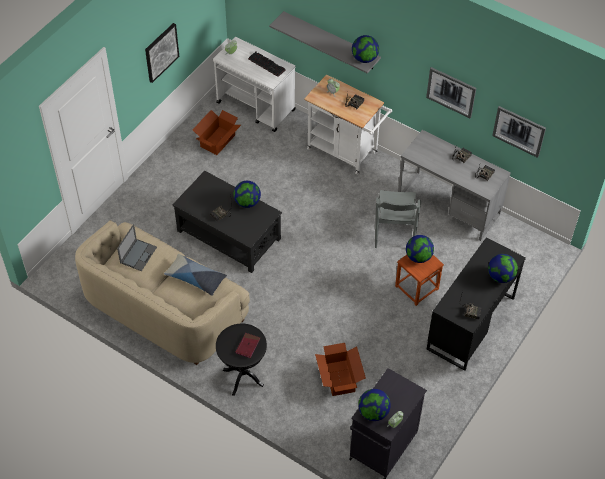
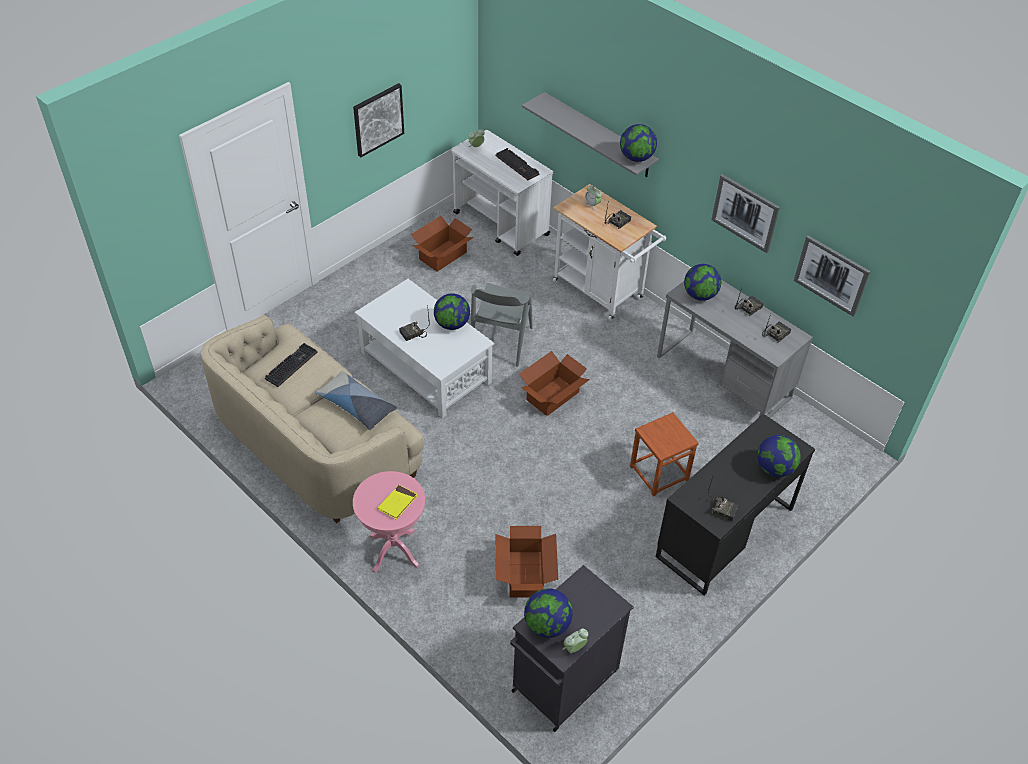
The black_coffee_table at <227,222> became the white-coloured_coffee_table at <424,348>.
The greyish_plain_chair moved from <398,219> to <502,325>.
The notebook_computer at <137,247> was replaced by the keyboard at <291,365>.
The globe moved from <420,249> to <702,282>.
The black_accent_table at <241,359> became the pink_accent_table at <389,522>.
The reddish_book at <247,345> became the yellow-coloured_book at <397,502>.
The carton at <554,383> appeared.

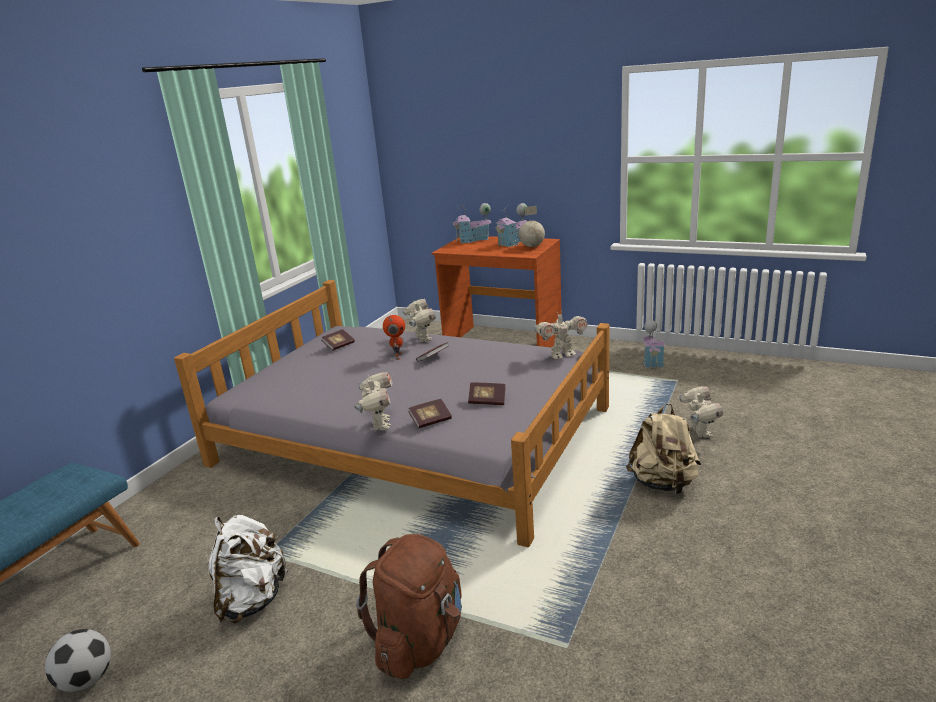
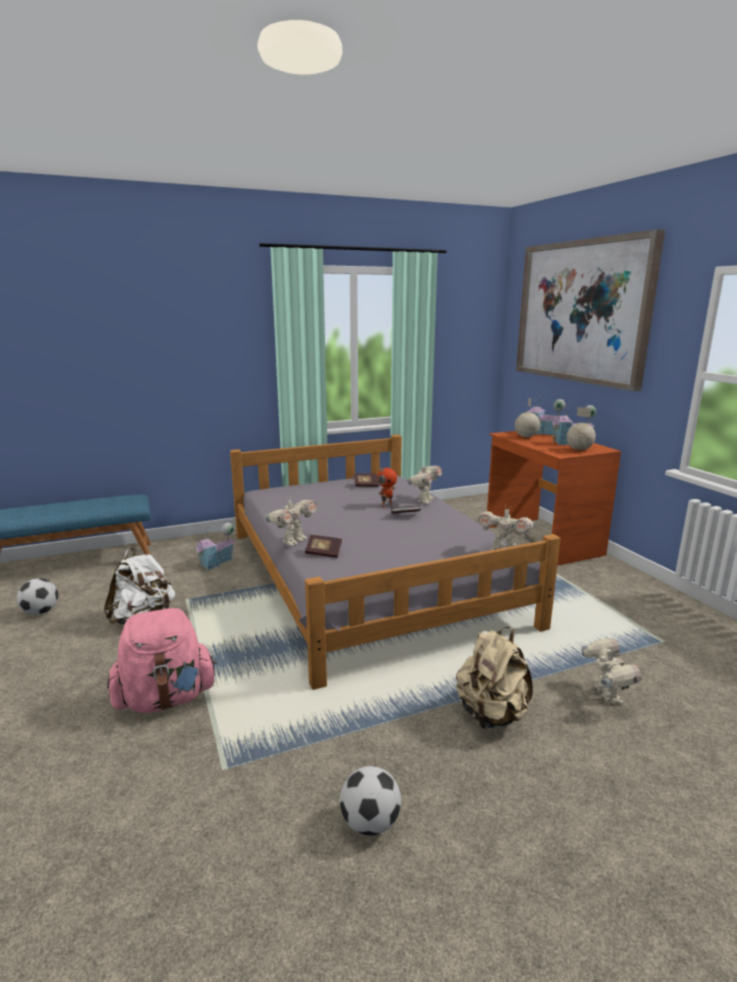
The toy_house moved from <654,345> to <214,546>.
The book at <487,393> disappeared.
The robot_figure at <701,412> turned 45 degrees counterclockwise.
The brownish_rucksack at <409,606> became the pink_rucksack at <162,660>.
The wall_picture at <590,310> appeared.
The globe at <528,417> appeared.
The football at <370,801> appeared.

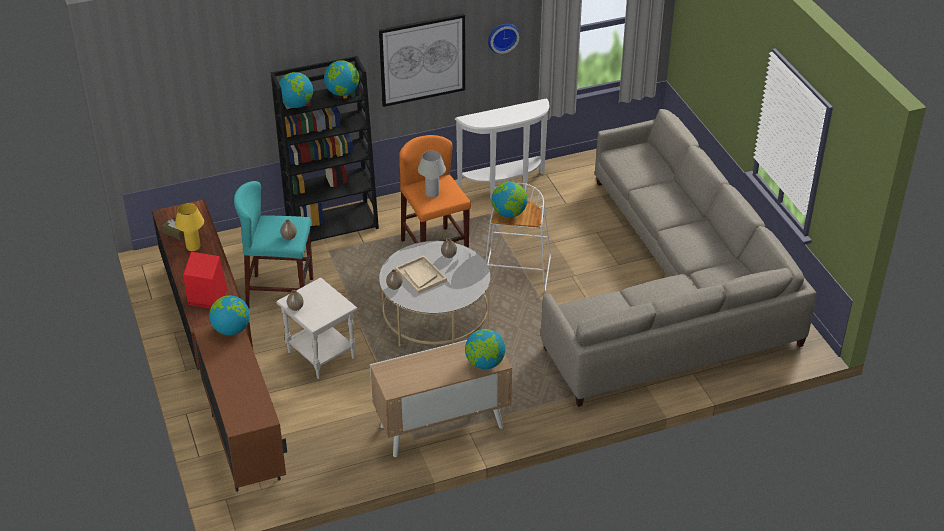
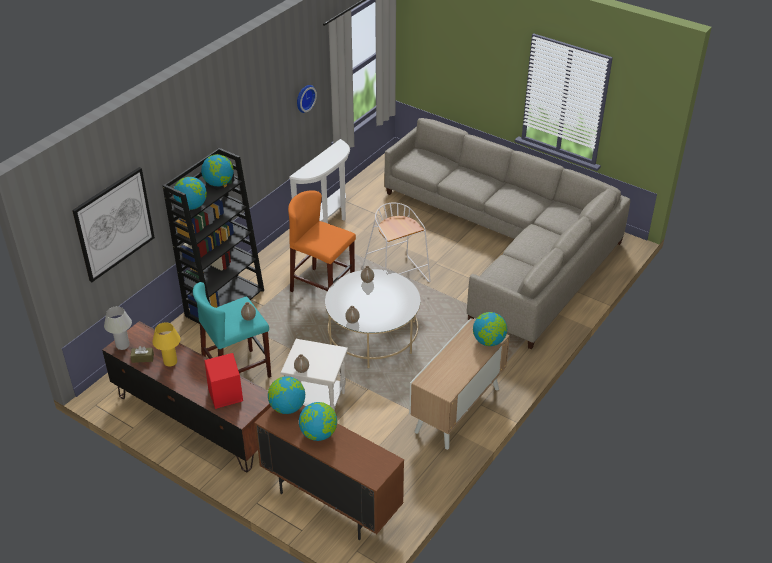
The wall_picture moved from <422,60> to <113,224>.
The white-coloured_tabletop_lamp moved from <432,174> to <118,328>.
The globe moved from <509,200> to <318,421>.
The beige_serving_tray at <421,274> disappeared.

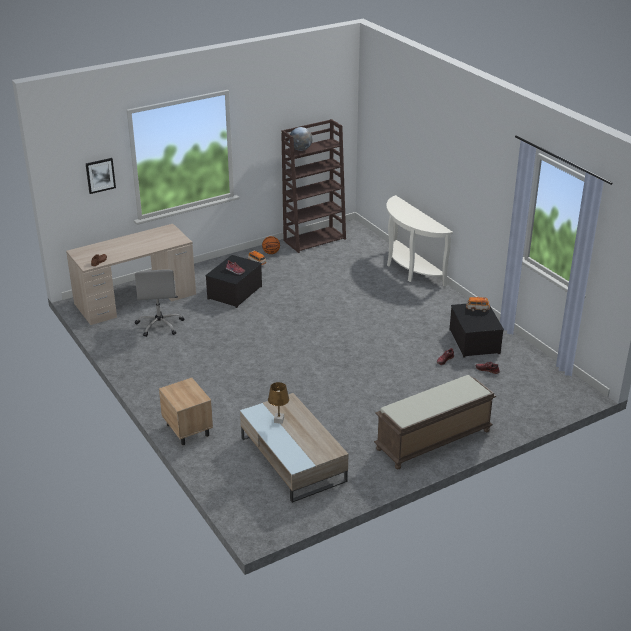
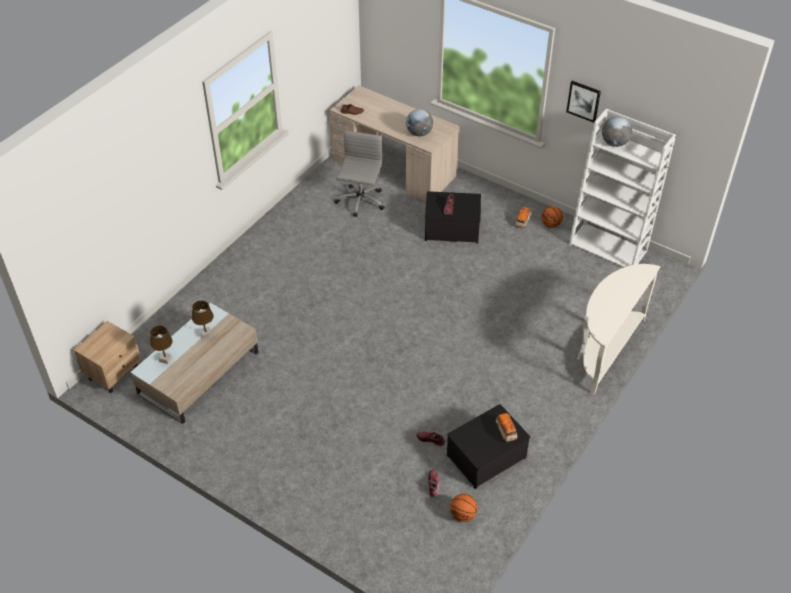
The brownish_bookcase at <313,186> became the white-coloured_bookcase at <622,188>.
The wall_picture moved from <101,176> to <583,102>.
The greyish_desk_chair at <159,303> turned 135 degrees clockwise.
The brownish_indoor_bench at <435,422> disappeared.
The beige_bedside_table moved from <186,411> to <107,357>.
The globe at <419,122> appeared.
The brownish_tabletop_lamp at <161,345> appeared.
The basketball at <463,508> appeared.

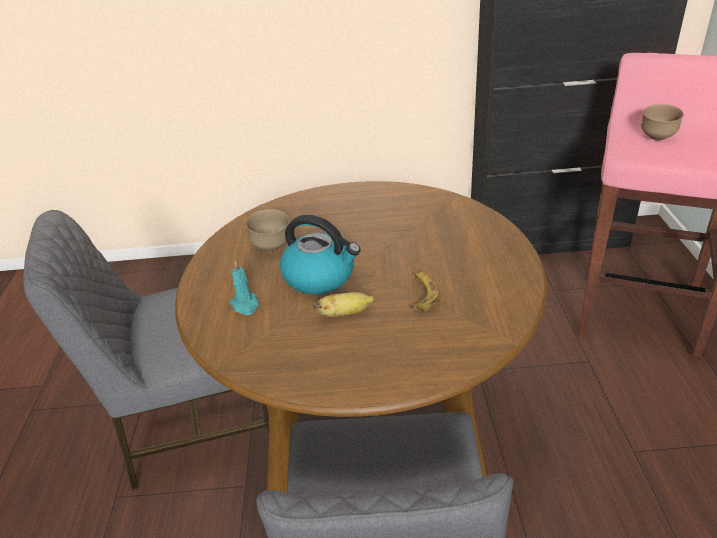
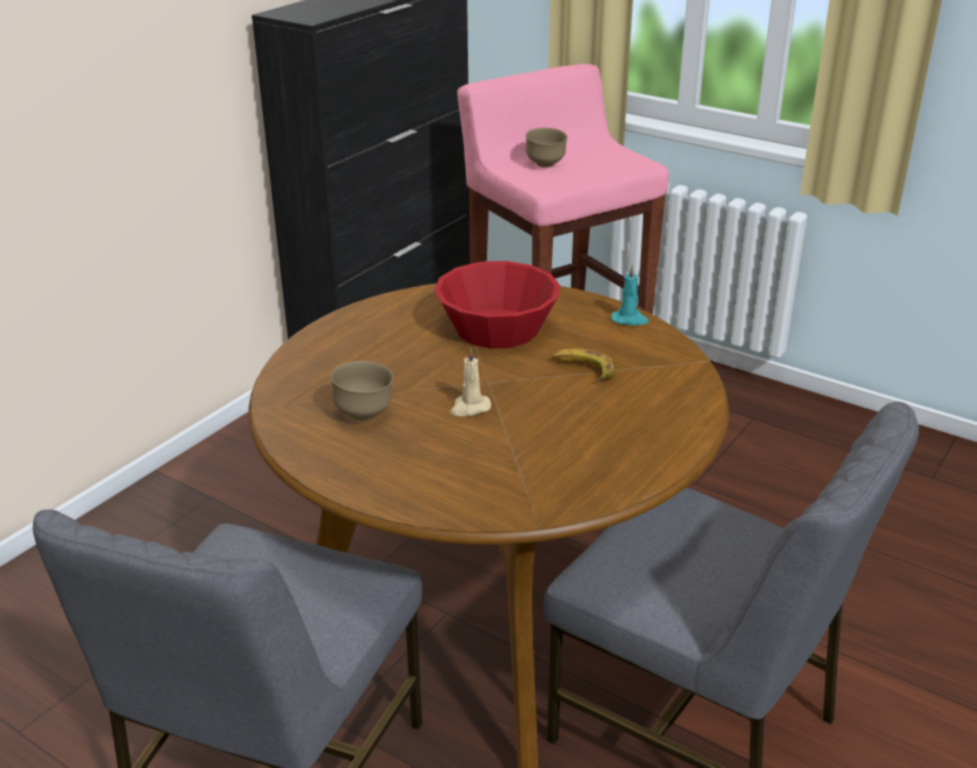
The kettle at <320,254> was replaced by the beige_wax_candle at <470,381>.
The turquoise_wax_candle moved from <244,288> to <630,295>.
The banana_fruit at <344,304> disappeared.
The reddish_deep_dish at <497,305> appeared.

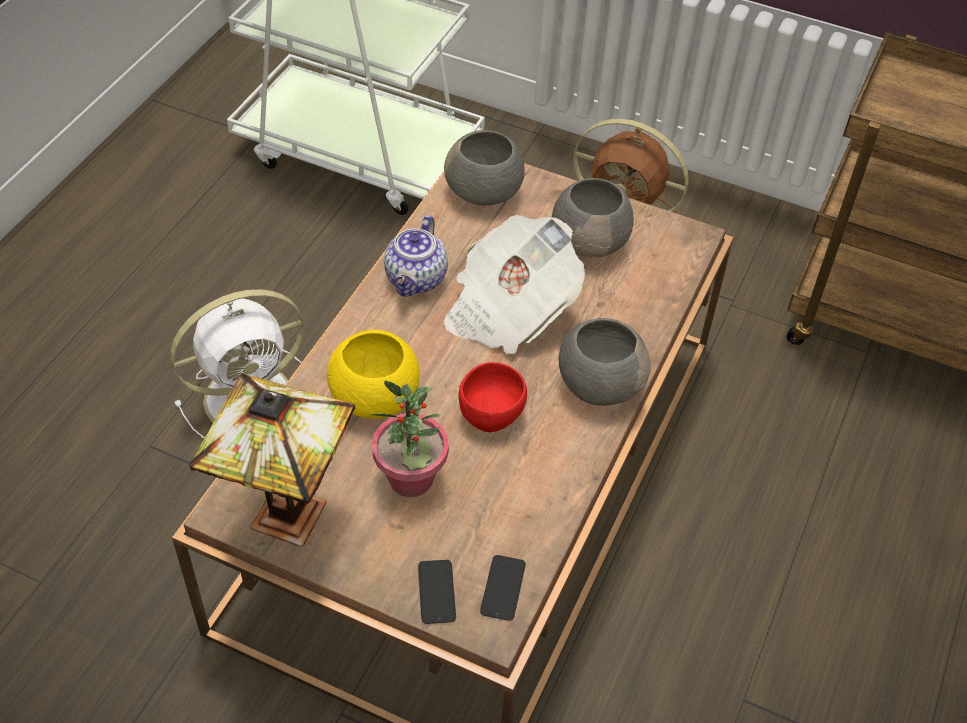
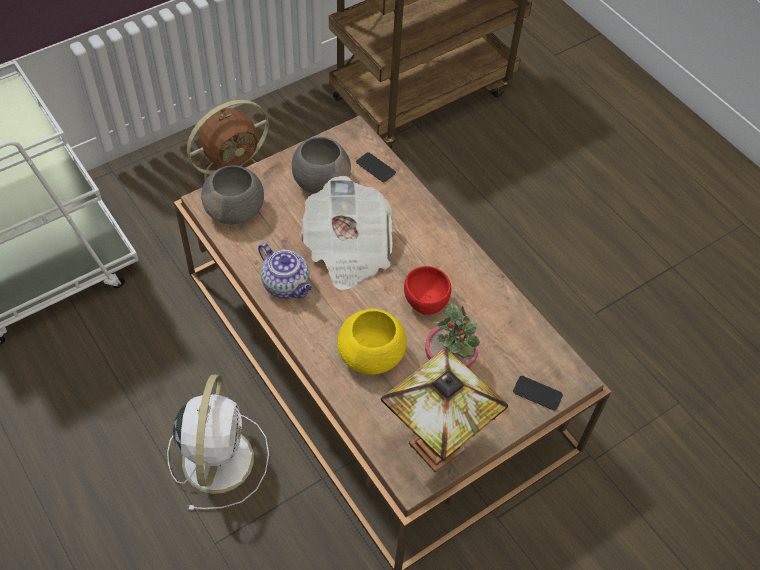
The greyish_deep_dish at <605,362> disappeared.
The phone moved from <503,588> to <376,167>.

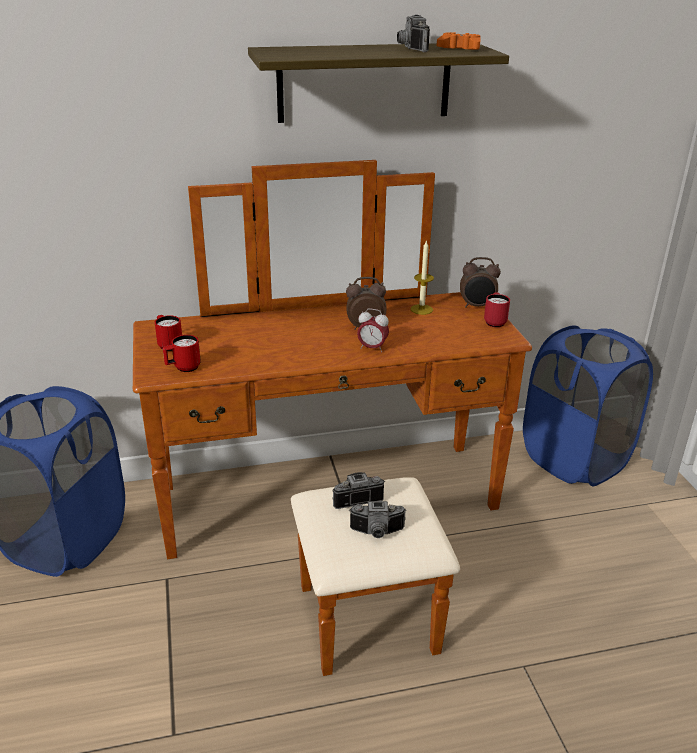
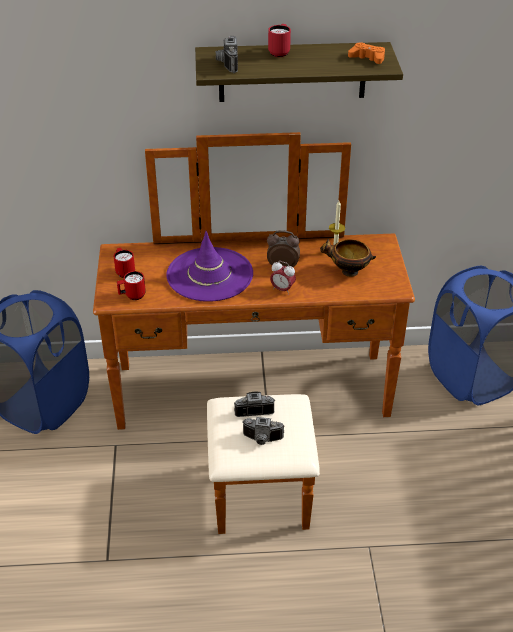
The photo_camera moved from <413,33> to <227,54>.
The alarm_clock at <480,282> disappeared.
The reddish_mug moved from <497,309> to <279,40>.
The purplish_hat at <209,266> appeared.
The deep_dish at <348,258> appeared.

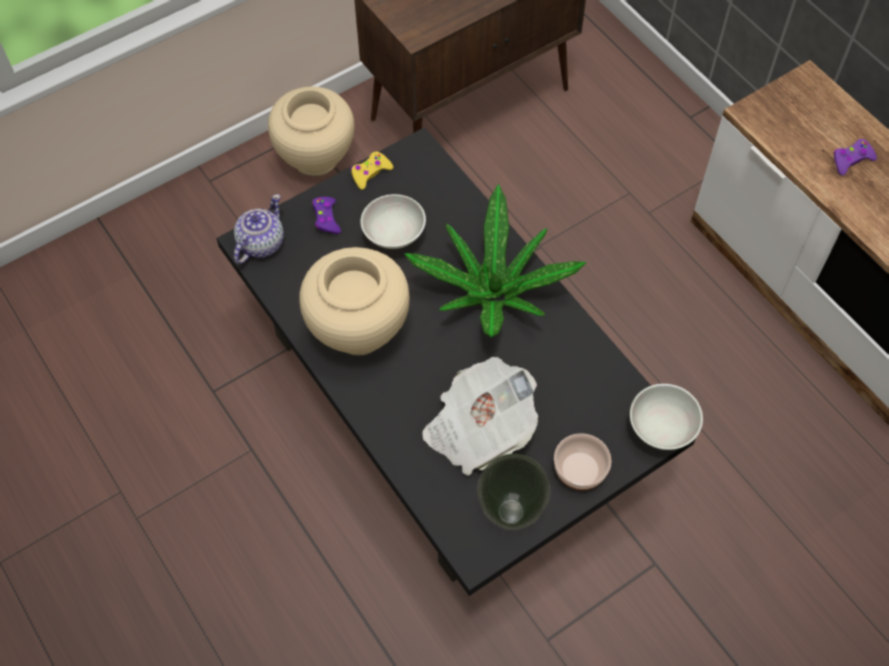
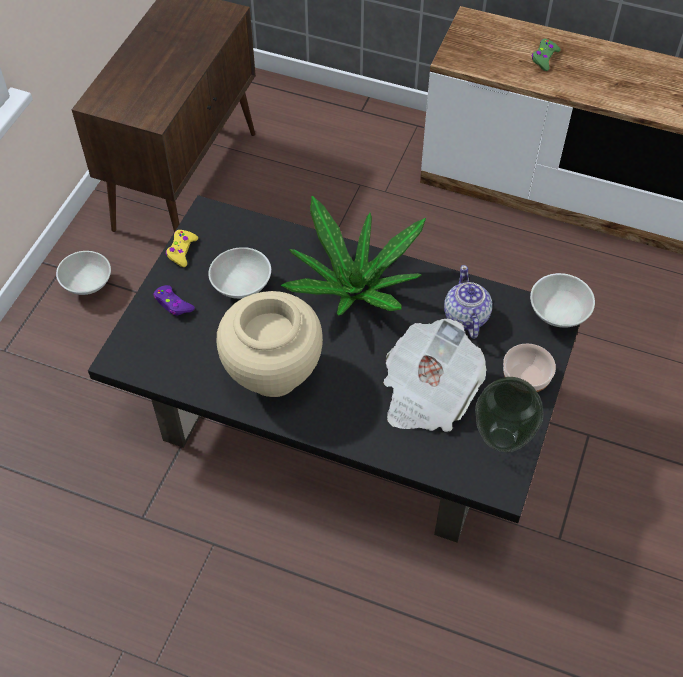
The beige_flower_vase at <311,131> was replaced by the white-coloured_deep_dish at <83,273>.
The purplish_gamepad at <855,157> became the greenish_gamepad at <546,55>.
The tea_pot moved from <259,229> to <468,302>.

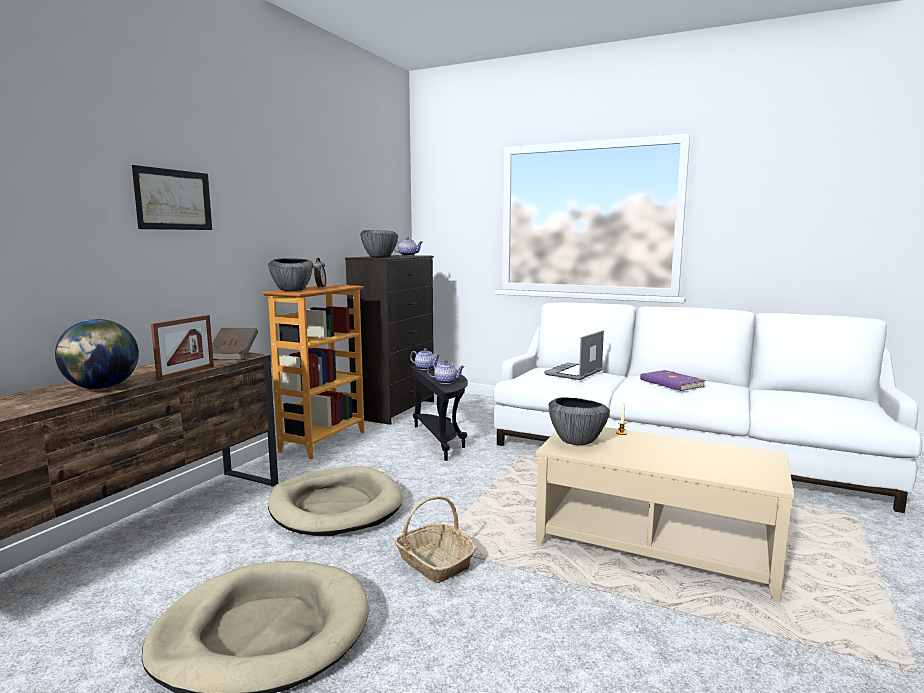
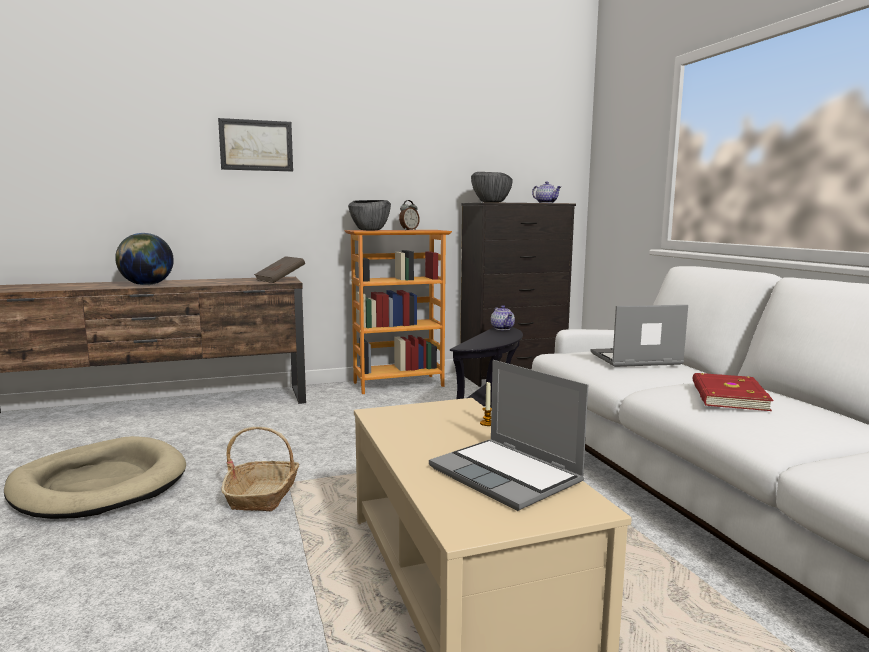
The picture_frame at <182,348> disappeared.
The tea_pot at <446,372> disappeared.
The purplish_book at <673,380> became the reddish_book at <733,392>.
The deep_dish at <579,421> disappeared.
The beige_dog_bed at <335,501> disappeared.
The notebook_computer at <508,435> appeared.

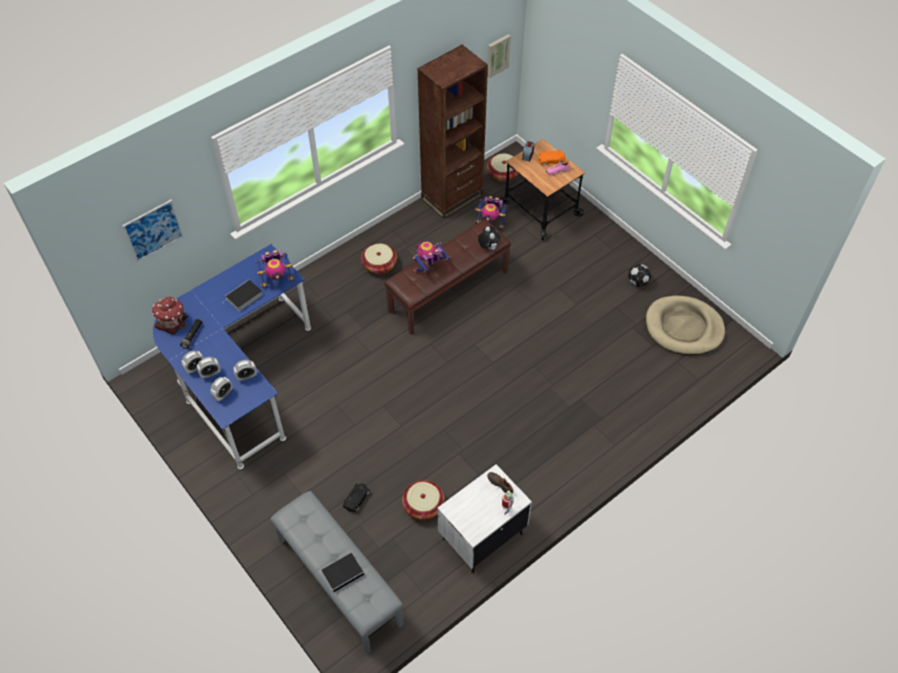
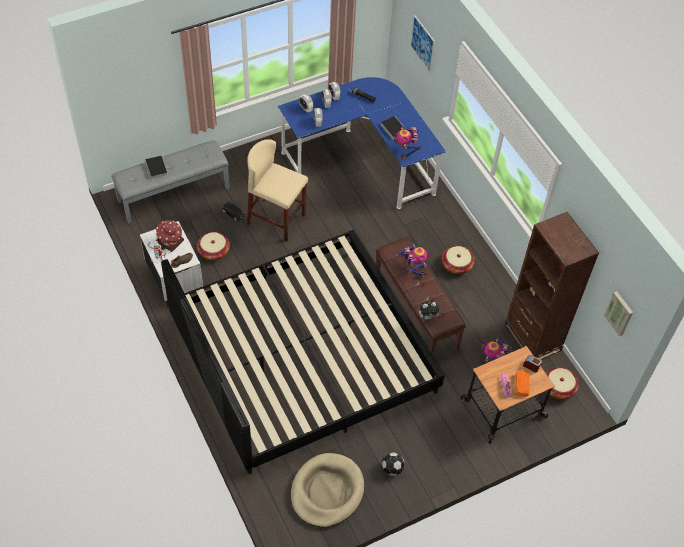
The toy_house moved from <170,315> to <170,236>.
The beige_stool_seat at <277,190> appeared.
The sleeping_bed at <303,352> appeared.

